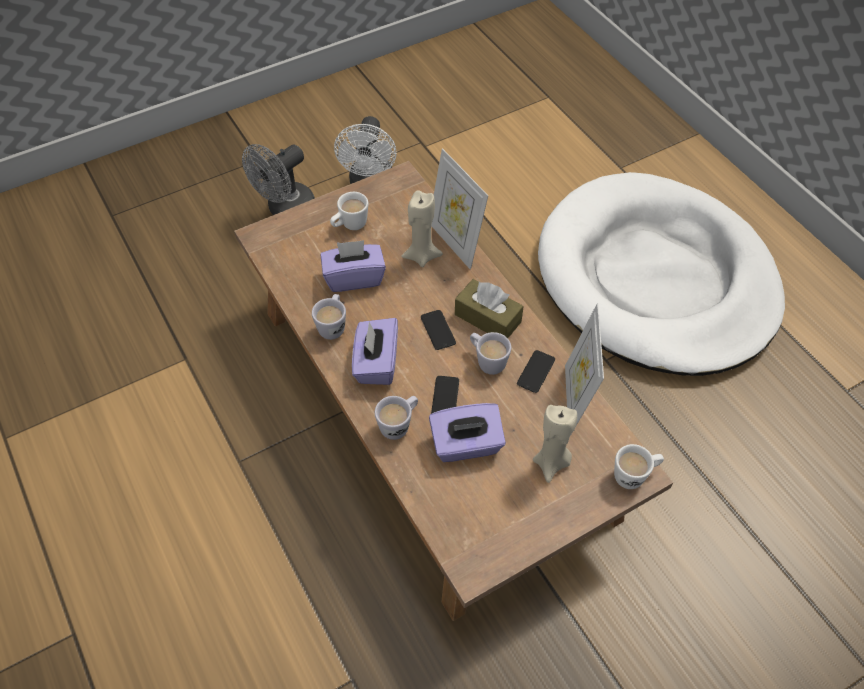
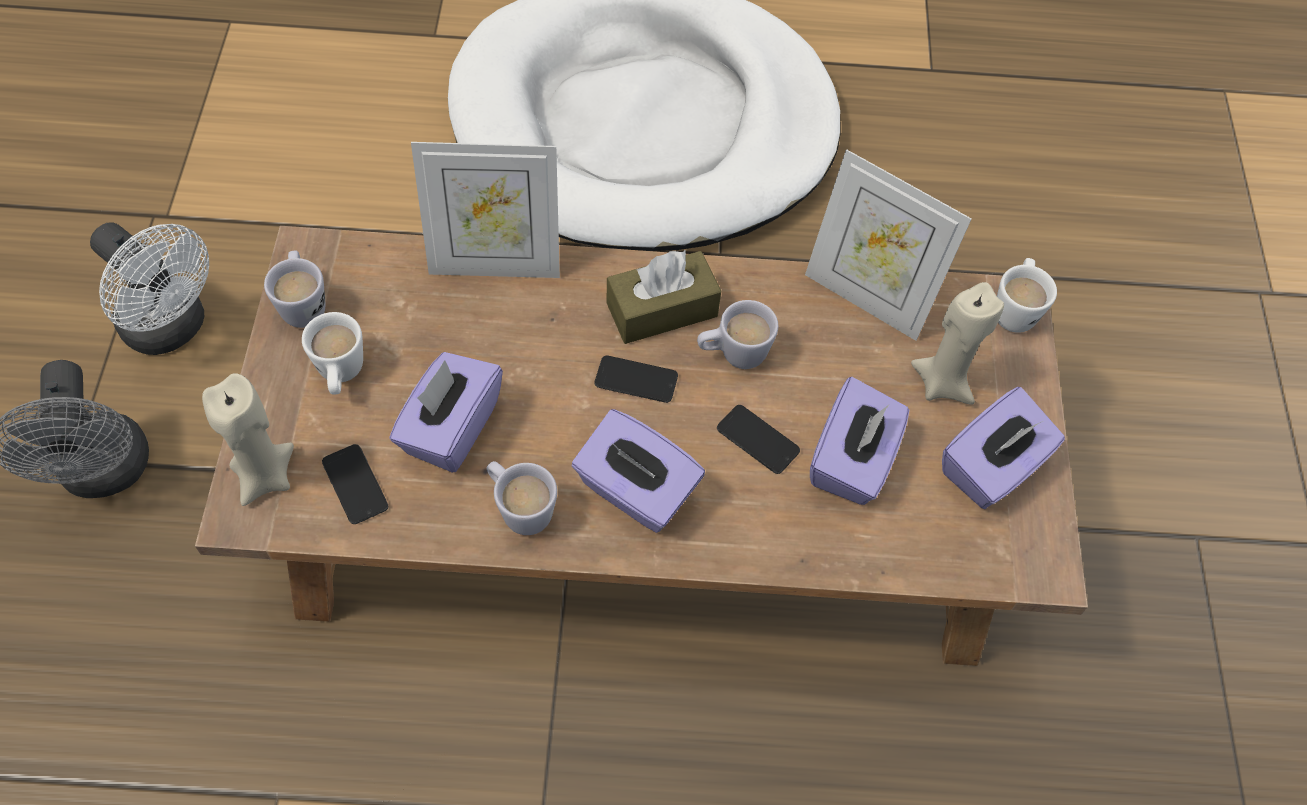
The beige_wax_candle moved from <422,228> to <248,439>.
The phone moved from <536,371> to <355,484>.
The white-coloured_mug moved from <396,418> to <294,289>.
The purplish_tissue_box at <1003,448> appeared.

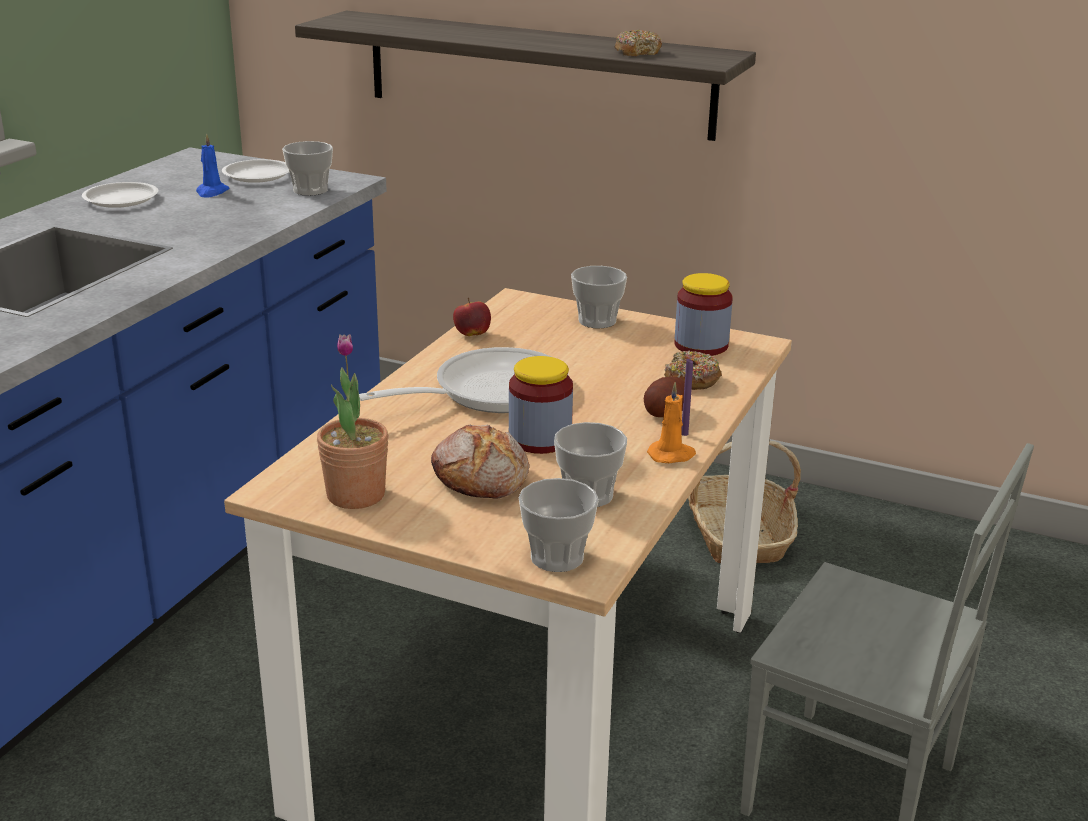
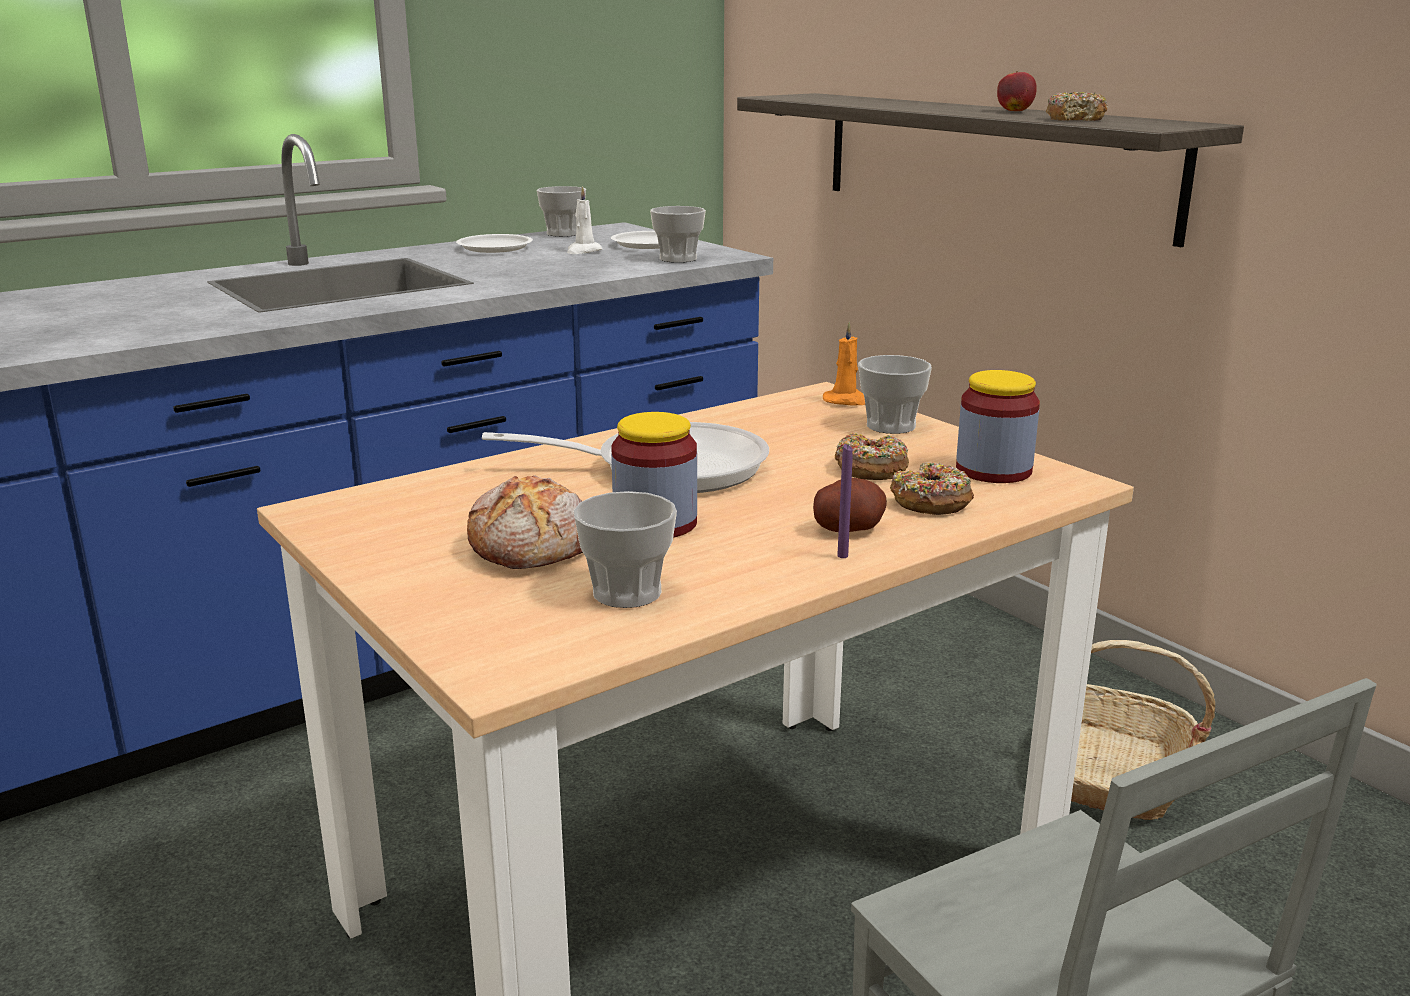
The blue_wax_candle at <212,165> became the white-coloured_wax_candle at <585,220>.
The apple moved from <472,317> to <1017,91>.
The potted_plant at <353,421> disappeared.
The orange-coloured_wax_candle moved from <671,422> to <844,363>.
The small_cup moved from <558,525> to <561,211>.
The doughnut at <872,456> appeared.

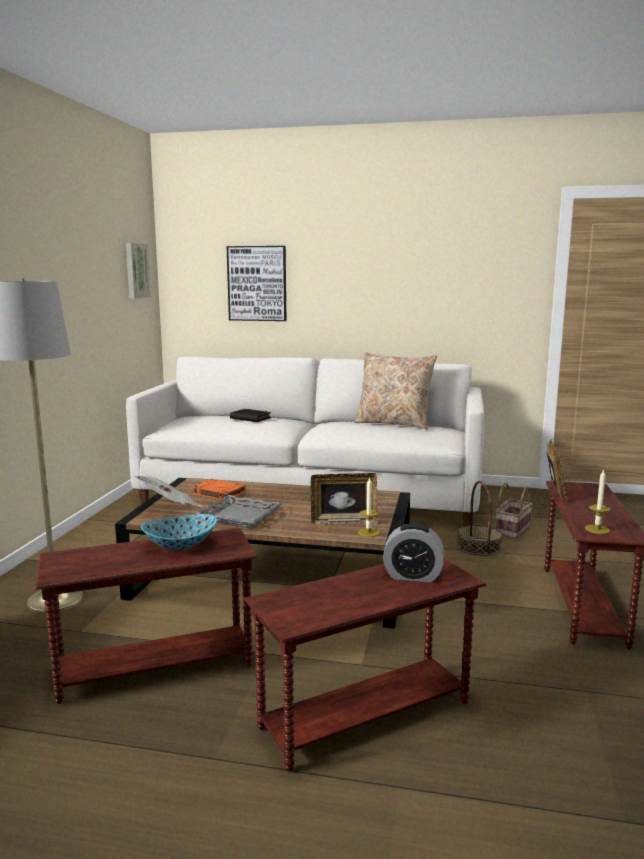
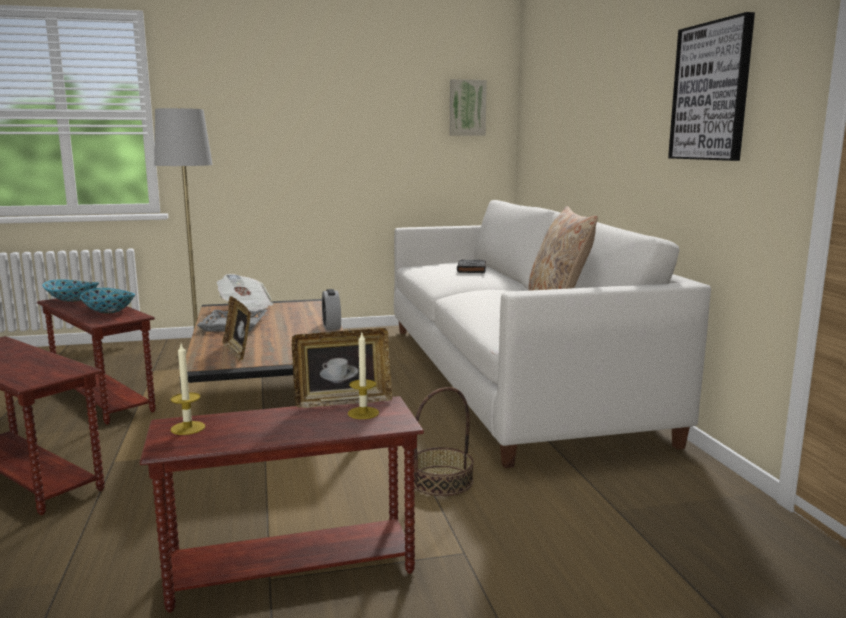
The wall_picture moved from <256,283> to <711,86>.
The wax_candle moved from <368,507> to <363,375>.
The orange-coloured_book at <219,489> disappeared.
The household_basket at <513,510> disappeared.
The alarm_clock moved from <413,552> to <331,309>.
The deep_dish at <70,290> appeared.

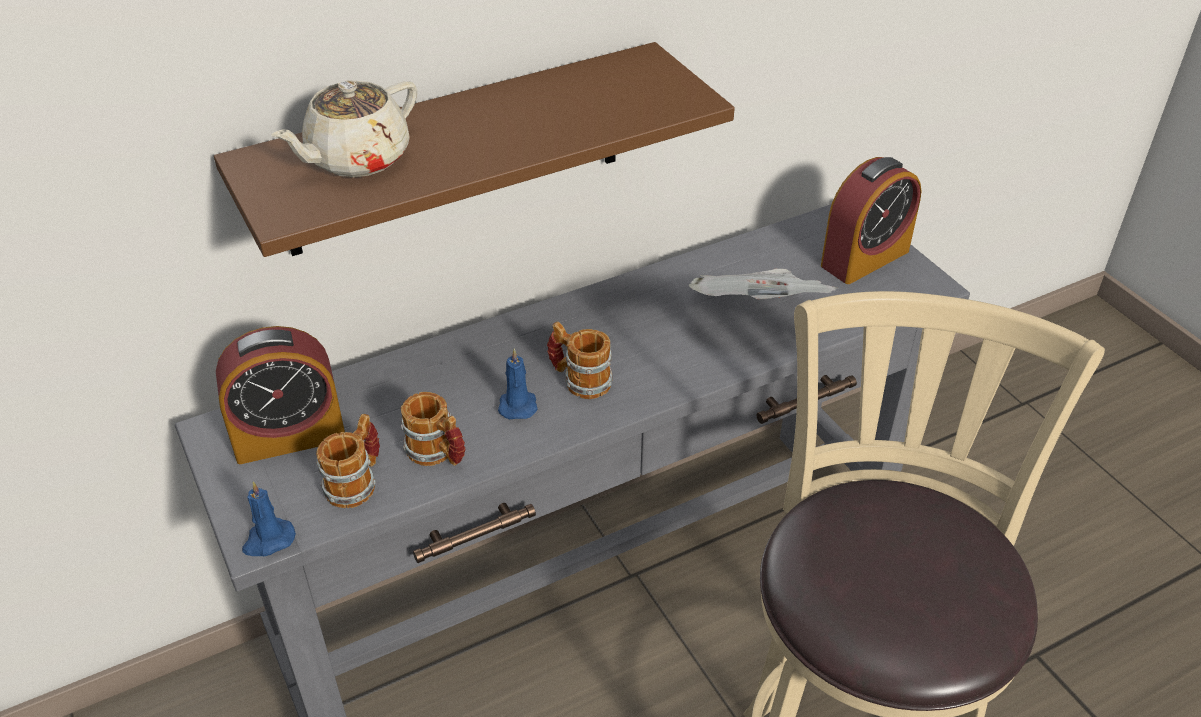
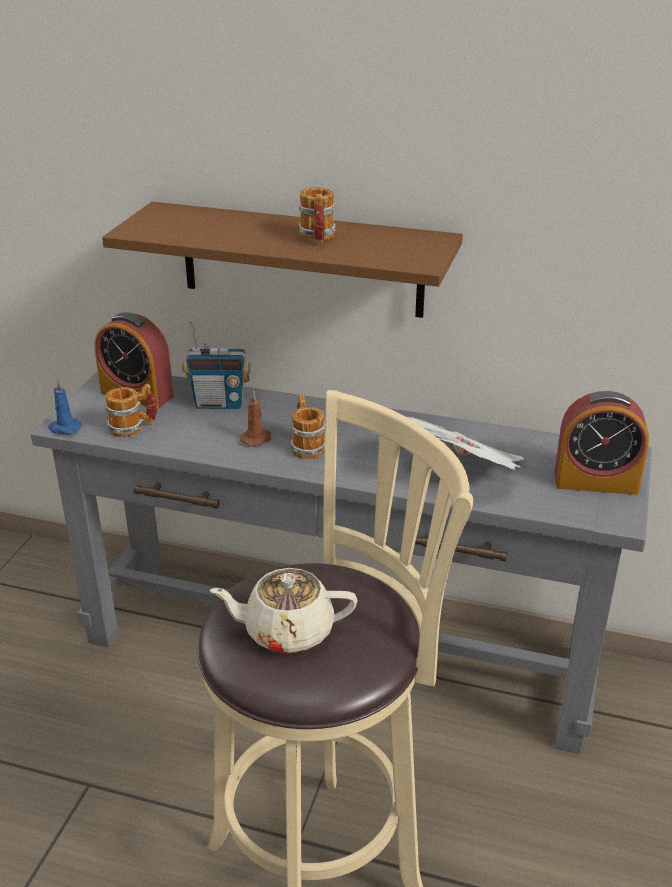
The beige_tea_pot moved from <344,128> to <283,611>.
The blue_wax_candle at <518,383> became the brownish_wax_candle at <255,418>.
The mug moved from <433,429> to <317,215>.
The radio at <216,365> appeared.

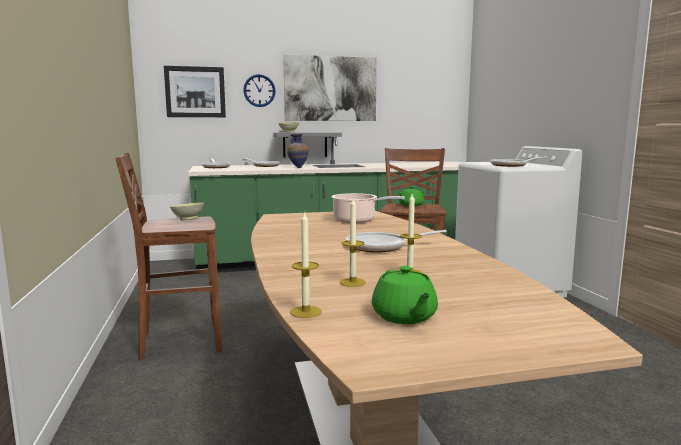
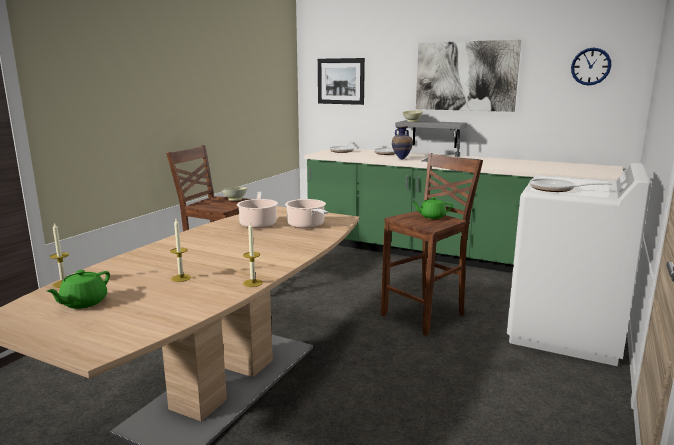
The clock_on_the_wall moved from <259,90> to <591,67>.
The wax_candle moved from <353,243> to <253,255>.
The frying_pan at <396,241> disappeared.
The stockpot at <257,210> appeared.

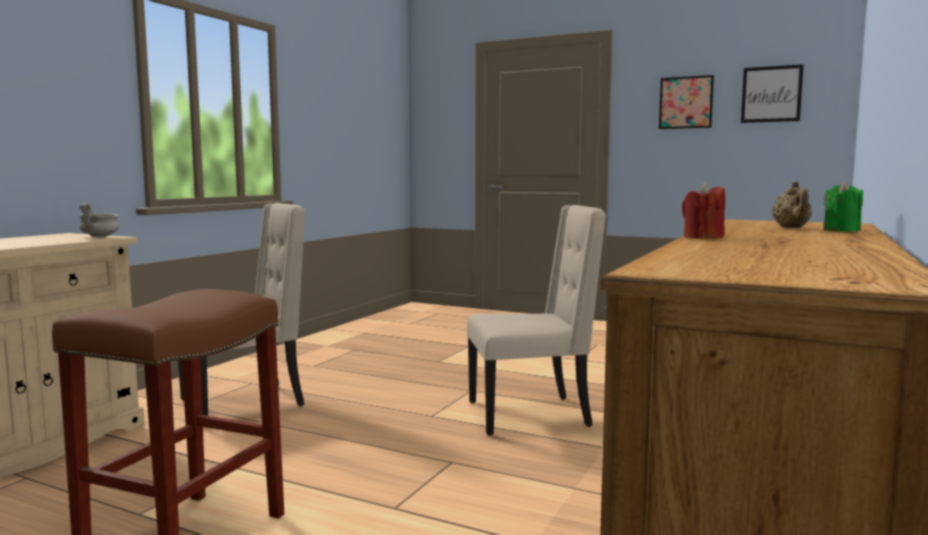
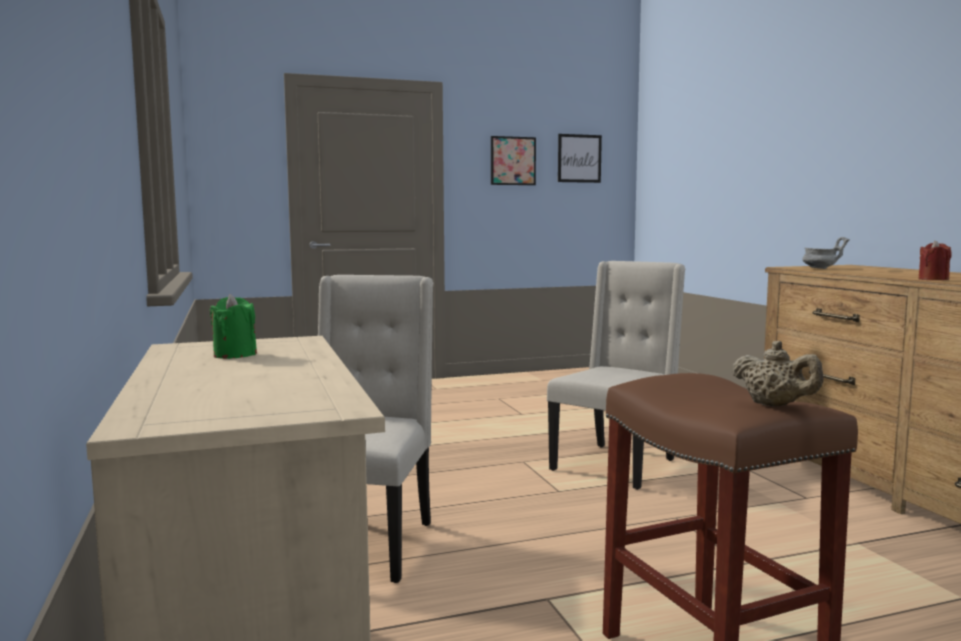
The beige_tea_pot moved from <792,204> to <778,374>.
The greenish_wax_candle moved from <843,206> to <233,326>.
The greyish_deep_dish moved from <99,220> to <826,253>.

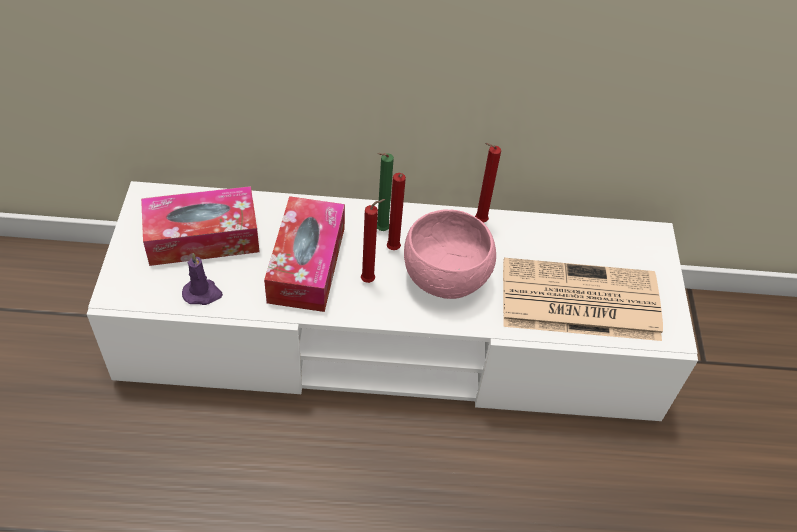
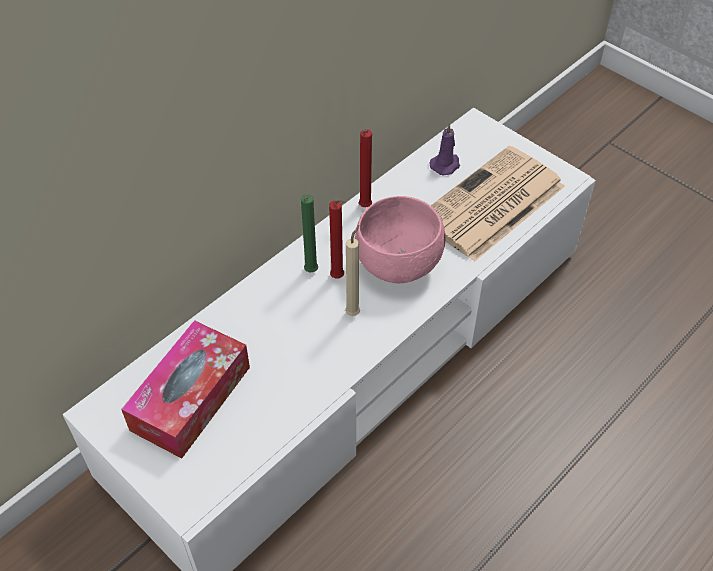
The tissue_box at <304,254> disappeared.
The reddish_wax_candle at <373,241> became the beige_wax_candle at <352,270>.
The purplish_wax_candle moved from <202,279> to <444,149>.

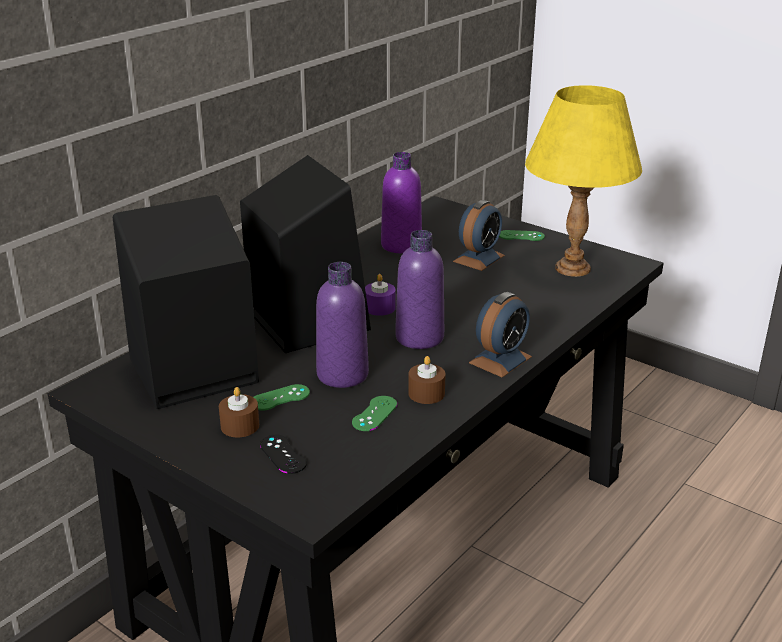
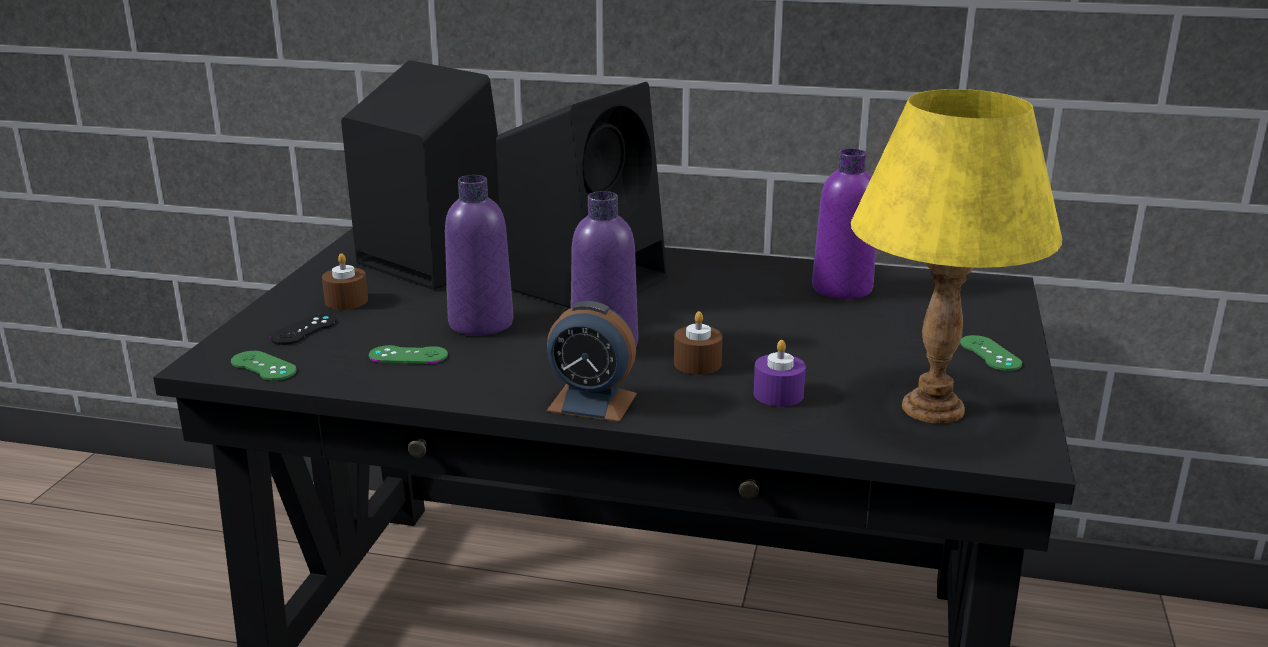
The alarm_clock at <479,235> disappeared.
The purplish_wax_candle moved from <380,295> to <780,373>.
The brownish_wax_candle moved from <426,380> to <698,343>.
The greenish_gamepad moved from <282,397> to <264,366>.

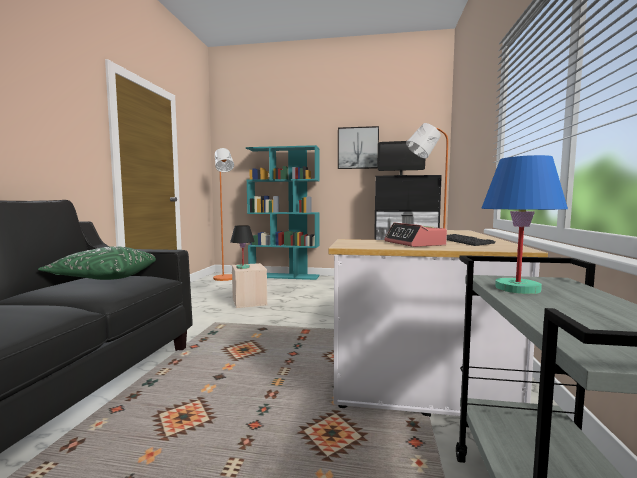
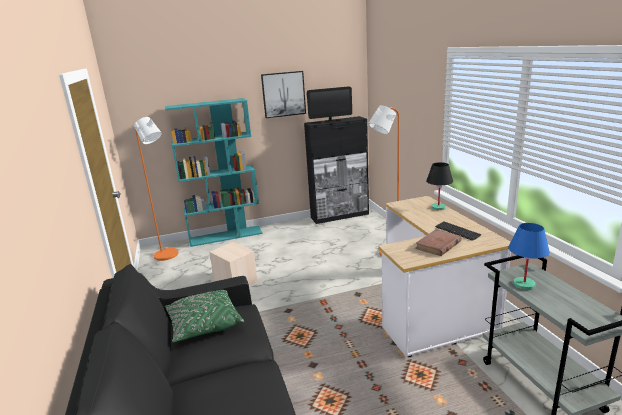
The alarm_clock at <415,234> was replaced by the brownish_book at <438,242>.
The black_tabletop_lamp moved from <242,247> to <439,186>.

